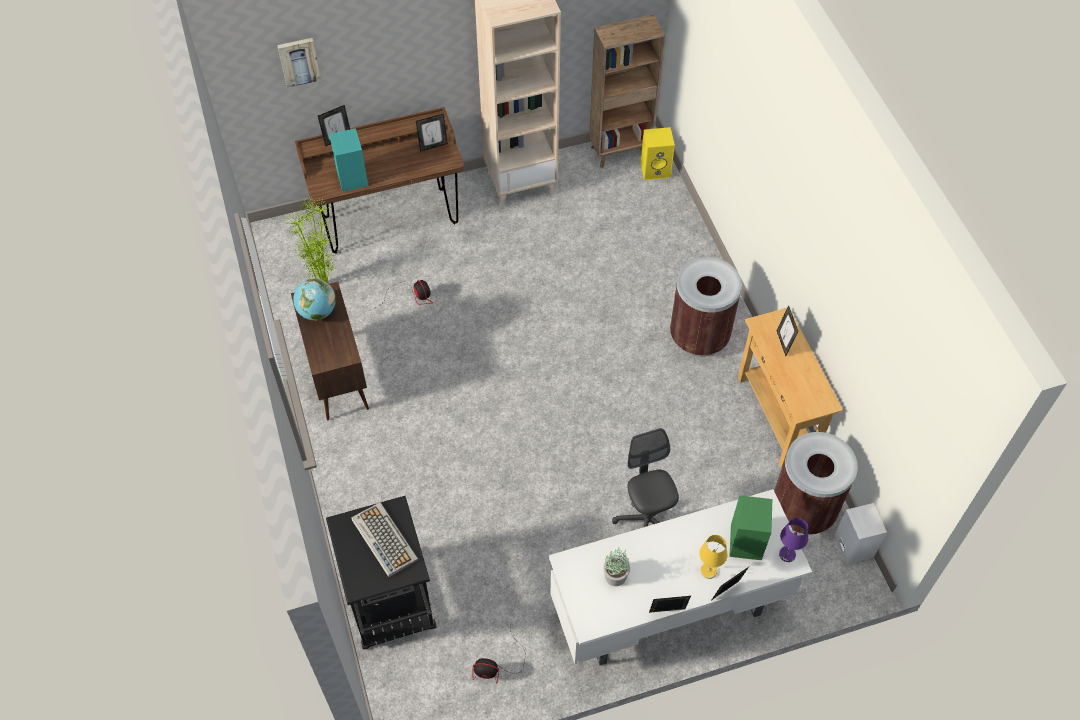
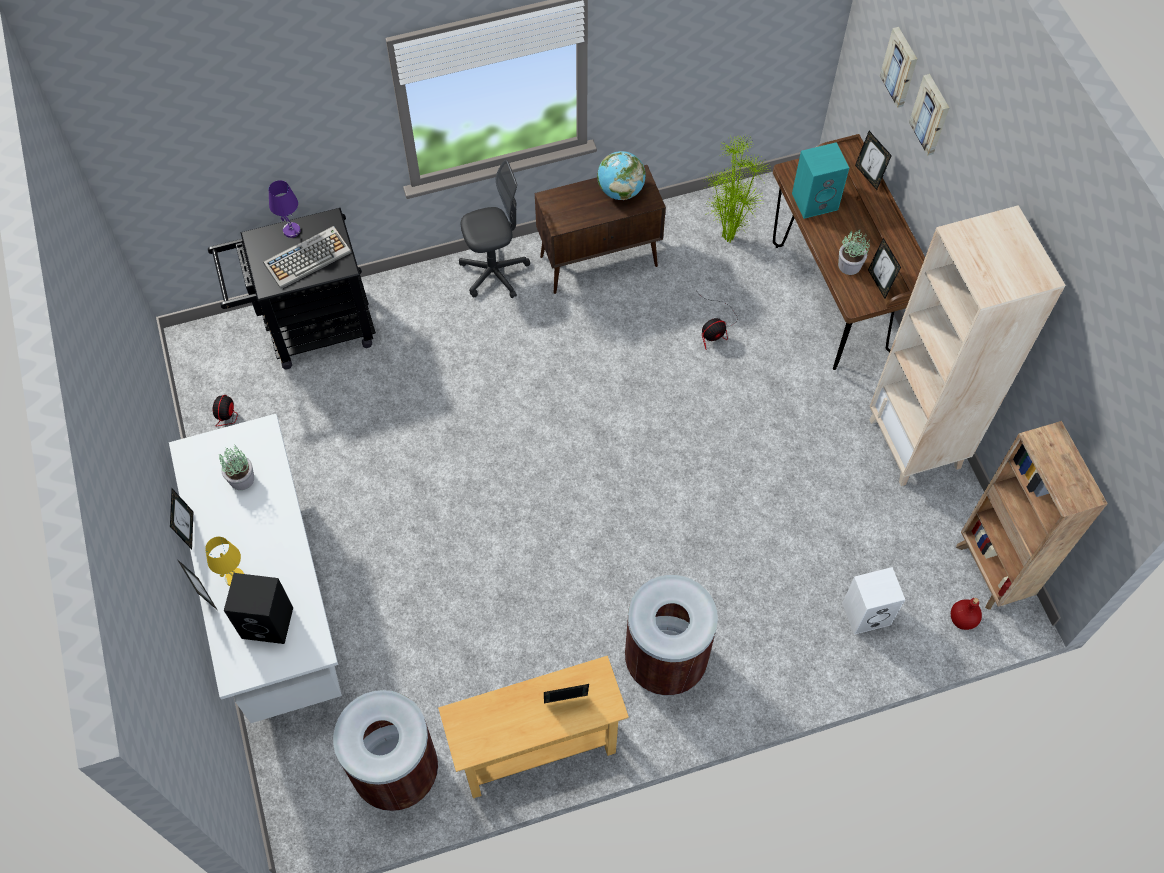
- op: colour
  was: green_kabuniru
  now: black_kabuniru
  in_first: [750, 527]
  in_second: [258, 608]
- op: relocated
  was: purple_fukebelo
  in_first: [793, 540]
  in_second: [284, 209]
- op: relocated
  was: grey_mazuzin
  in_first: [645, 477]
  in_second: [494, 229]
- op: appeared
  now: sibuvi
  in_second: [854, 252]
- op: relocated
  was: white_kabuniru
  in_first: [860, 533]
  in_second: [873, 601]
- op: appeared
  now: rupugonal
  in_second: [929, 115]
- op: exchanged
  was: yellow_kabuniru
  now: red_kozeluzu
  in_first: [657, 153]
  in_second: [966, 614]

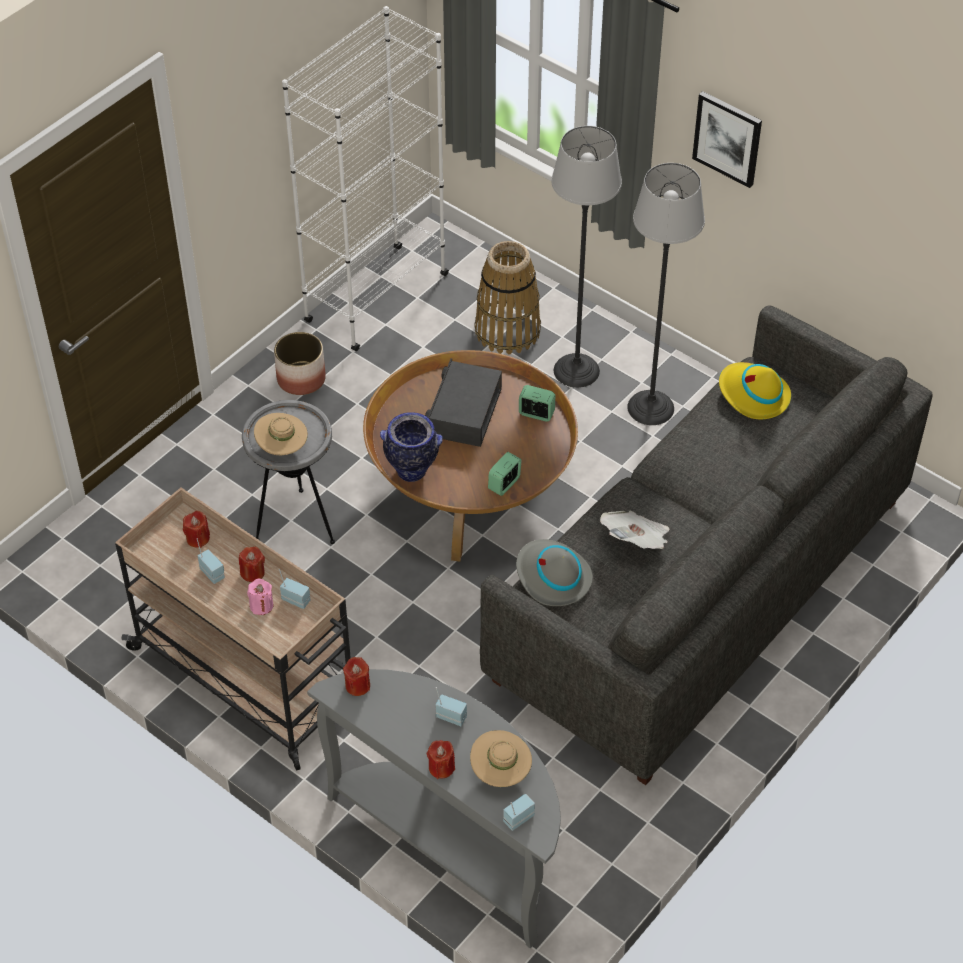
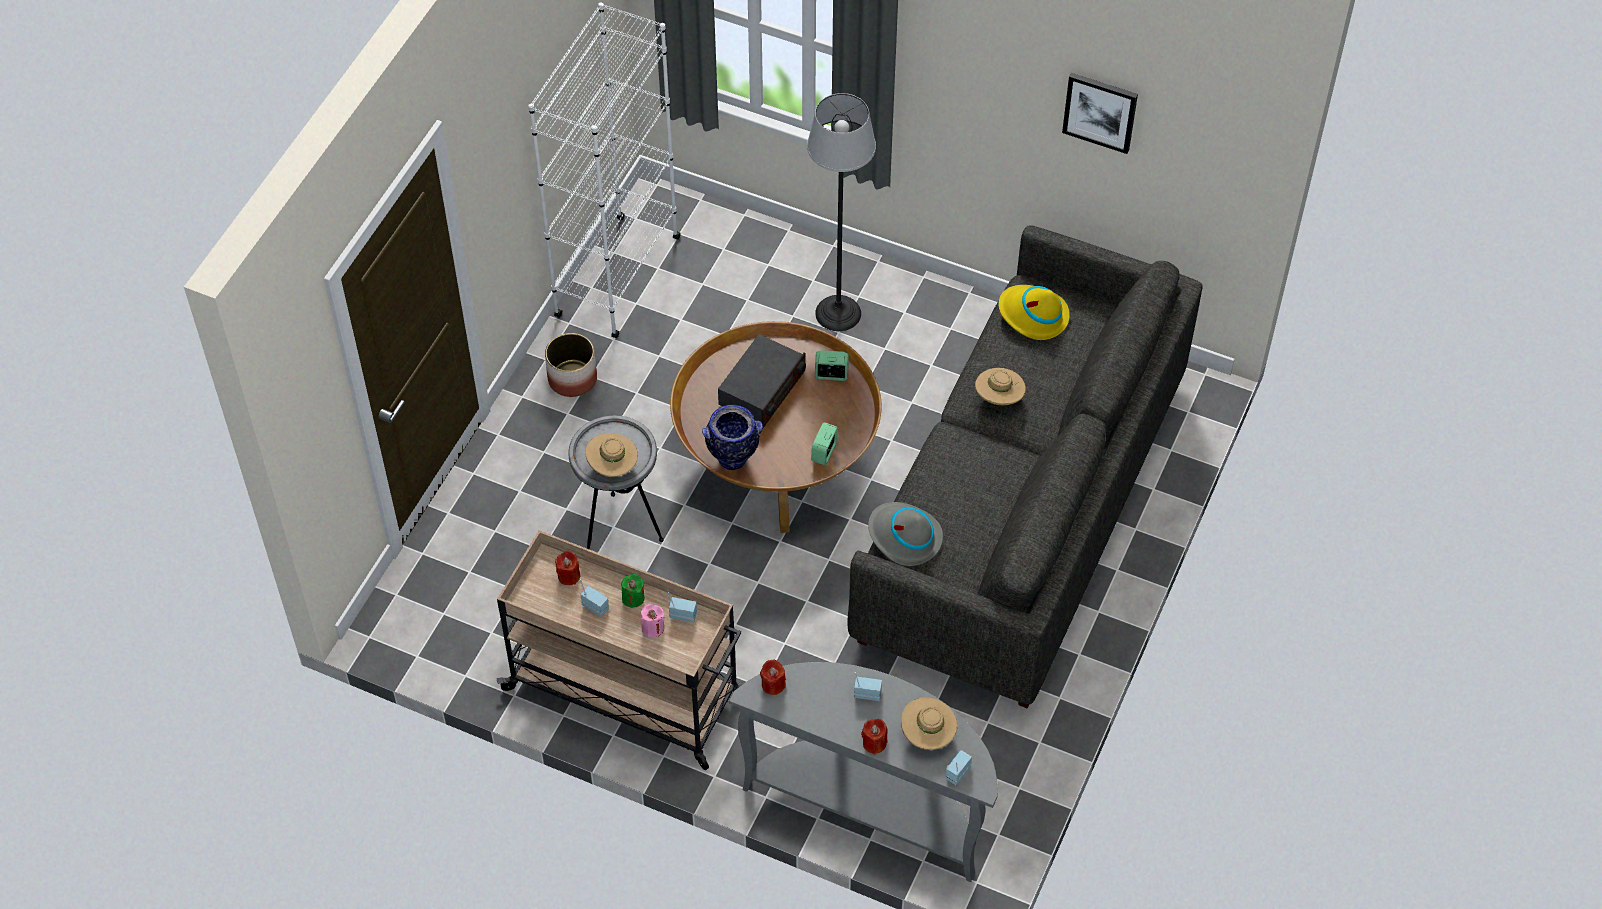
- op: colour
  was: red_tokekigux
  now: green_tokekigux
  in_first: [252, 564]
  in_second: [633, 591]
- op: spun
  was: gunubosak
  in_first: [463, 402]
  in_second: [762, 381]
  clockwise: -150
- op: appeared
  now: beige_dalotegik
  in_second: [1000, 386]
- op: relocated
  was: rupugonal
  in_first: [727, 139]
  in_second: [1100, 113]
- op: missing
  was: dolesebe
  in_first: [508, 298]
- op: missing
  was: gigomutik
  in_first: [635, 530]
- op: missing
  was: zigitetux
  in_first: [666, 294]

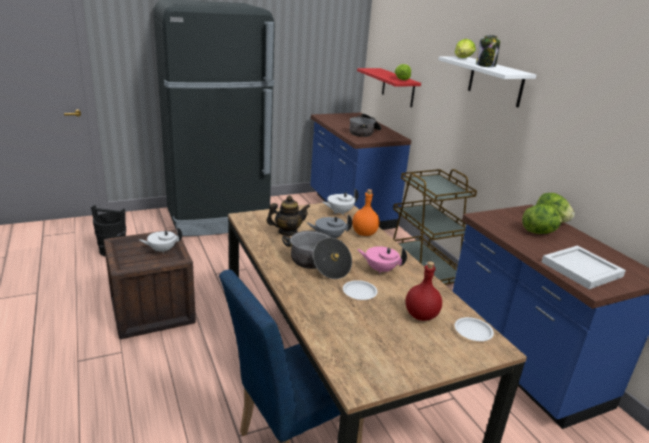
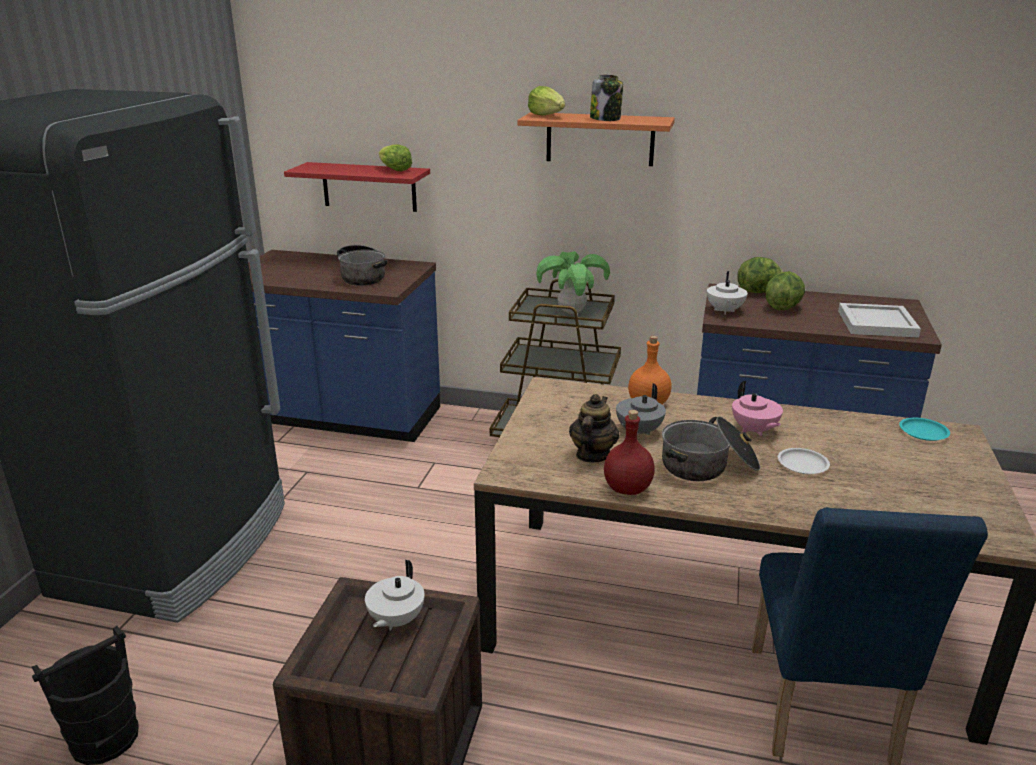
- op: colour
  was: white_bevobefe
  now: orange_bevobefe
  in_first: [487, 82]
  in_second: [596, 139]
- op: appeared
  now: sibuvi
  in_second: [573, 282]
- op: relocated
  was: red_kozeluzu
  in_first: [423, 291]
  in_second: [629, 452]
- op: relocated
  was: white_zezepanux
  in_first: [340, 202]
  in_second: [727, 293]
- op: spun
  was: pink_zezepanux
  in_first: [382, 260]
  in_second: [757, 408]
  clockwise: -75
- op: colour
  was: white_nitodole
  now: turquoise_nitodole
  in_first: [474, 329]
  in_second: [924, 429]

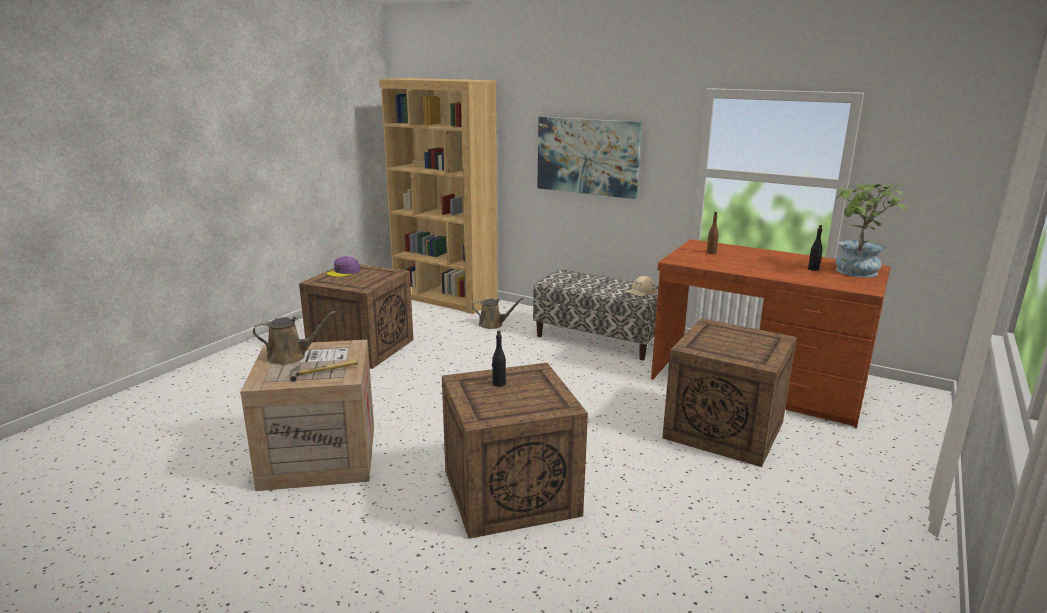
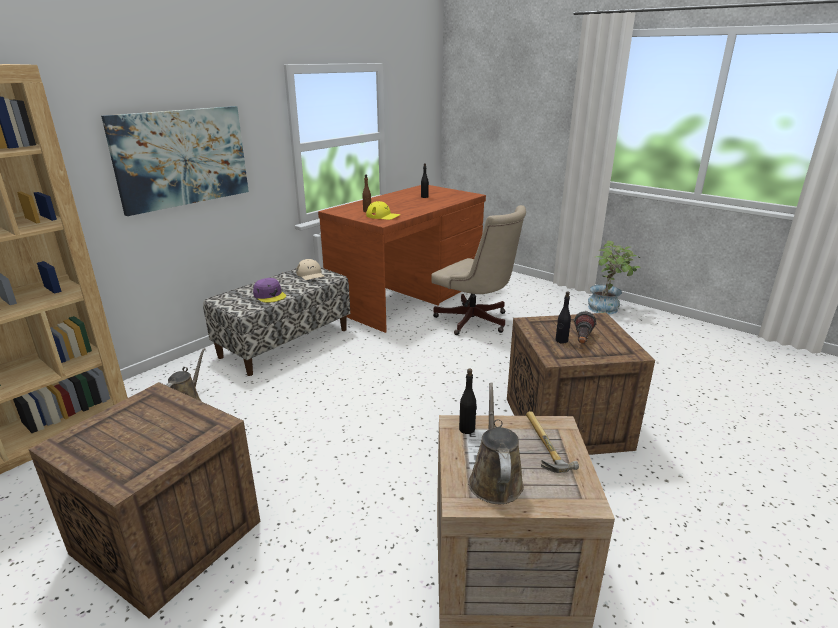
- op: relocated
  was: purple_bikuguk
  in_first: [343, 266]
  in_second: [269, 290]
- op: appeared
  now: yellow_bikuguk
  in_second: [383, 210]
- op: exchanged
  was: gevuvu
  now: beige_mazuzin
  in_first: [729, 392]
  in_second: [478, 270]
- op: appeared
  now: black_kozeluzu
  in_second: [468, 401]
- op: appeared
  now: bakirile
  in_second: [585, 327]
- op: relocated
  was: sibuvi
  in_first: [870, 230]
  in_second: [614, 277]

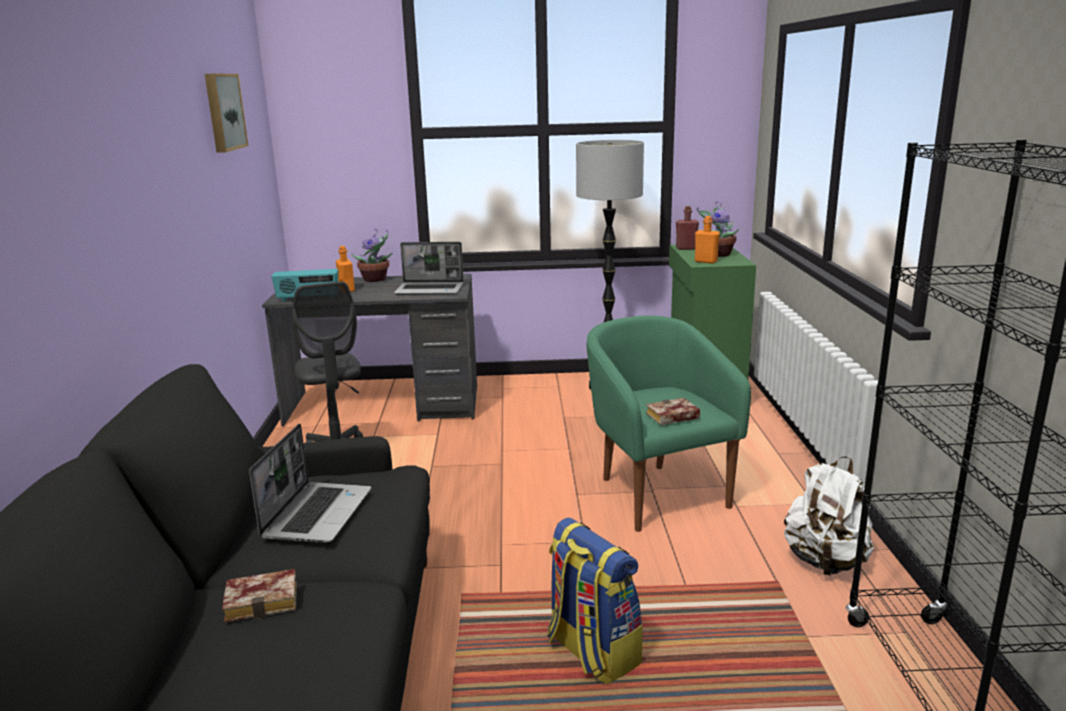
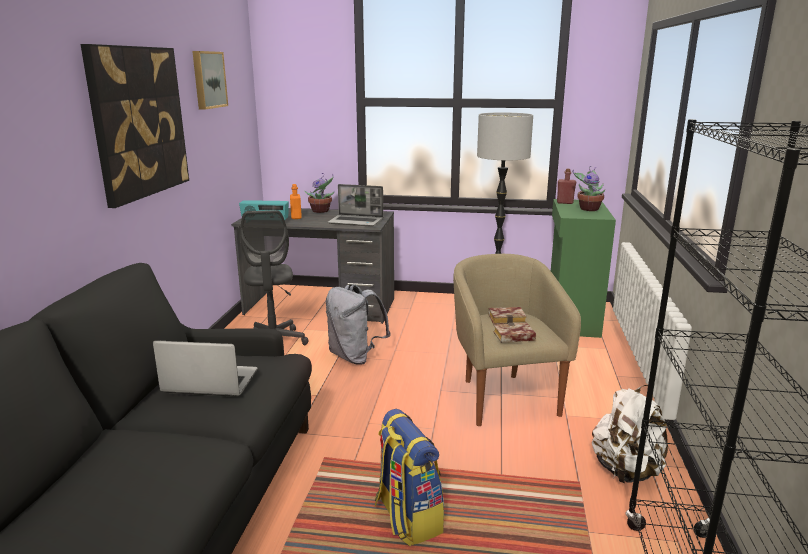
- op: appeared
  now: rupugonal
  in_second: [135, 126]
- op: spun
  was: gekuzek
  in_first: [310, 483]
  in_second: [205, 368]
  clockwise: -105
- op: appeared
  now: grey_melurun
  in_second: [358, 324]
- op: colour
  was: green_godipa
  now: beige_godipa
  in_first: [669, 423]
  in_second: [517, 340]
- op: relocated
  was: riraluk
  in_first: [259, 596]
  in_second: [507, 315]
- op: missing
  was: orange_kozeluzu
  in_first: [707, 240]

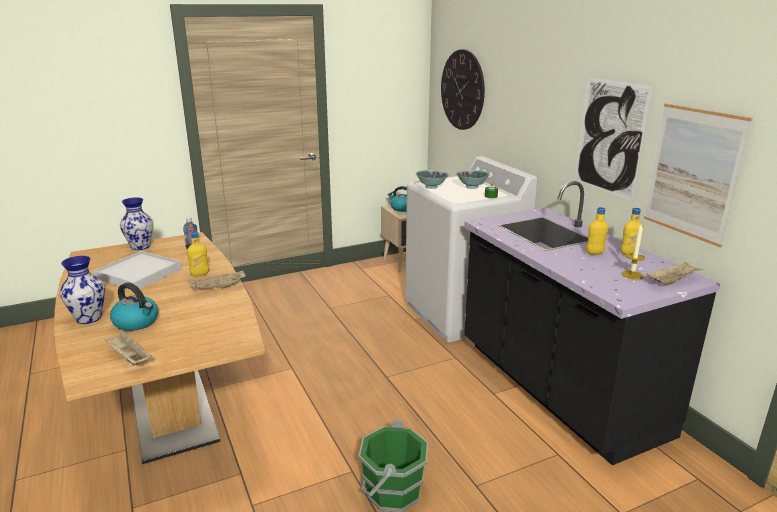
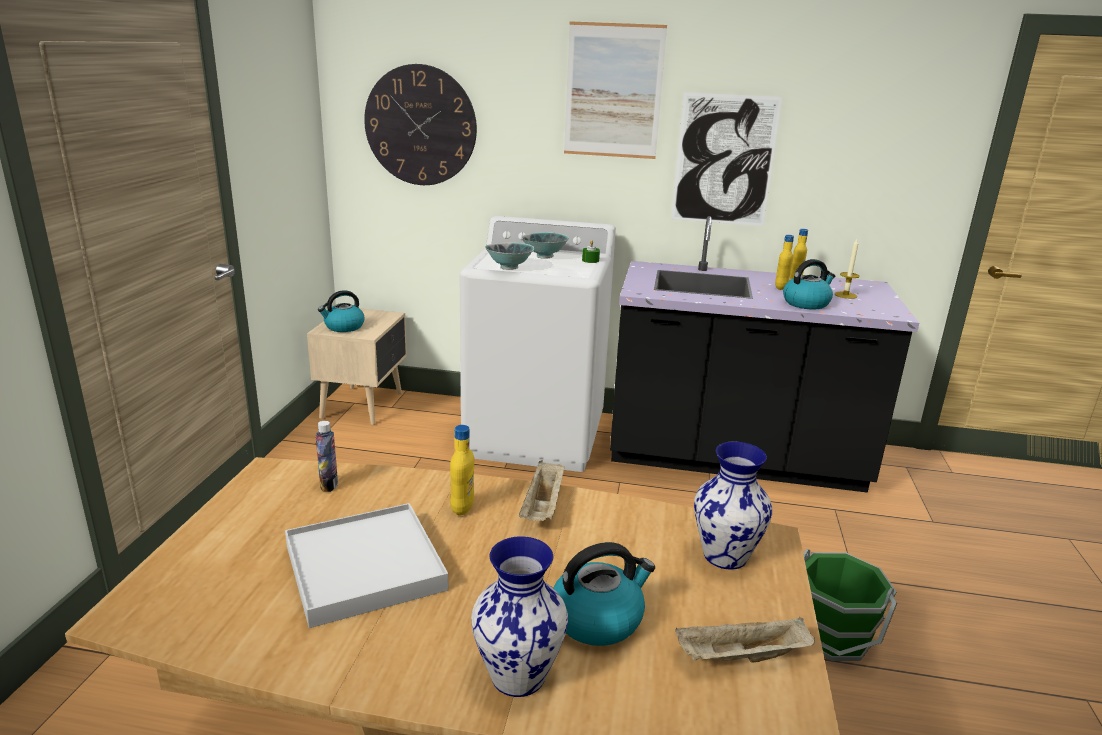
- op: relocated
  was: rupugonal
  in_first: [698, 175]
  in_second: [615, 90]
- op: relocated
  was: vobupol
  in_first: [137, 223]
  in_second: [733, 506]
- op: appeared
  now: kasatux
  in_second: [809, 284]
- op: missing
  was: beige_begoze
  in_first: [674, 273]

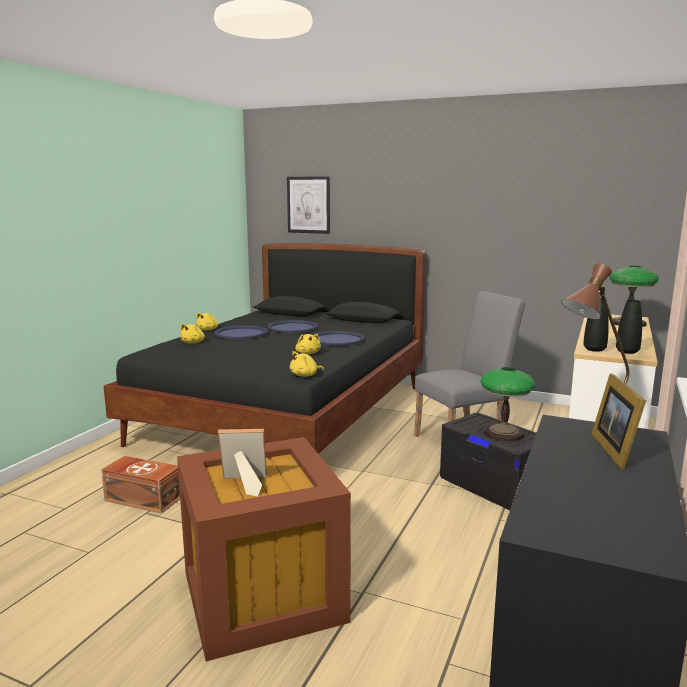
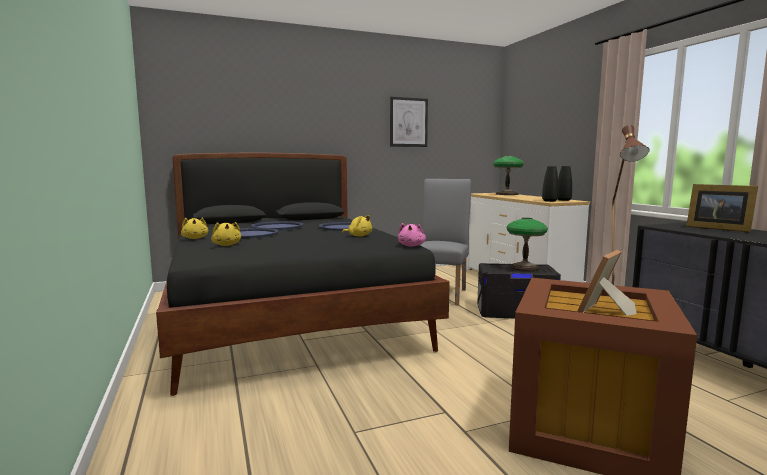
- op: relocated
  was: rupugonal
  in_first: [308, 205]
  in_second: [409, 122]
- op: colour
  was: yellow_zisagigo
  now: pink_zisagigo
  in_first: [307, 364]
  in_second: [412, 235]
- op: missing
  was: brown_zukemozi
  in_first: [140, 485]

